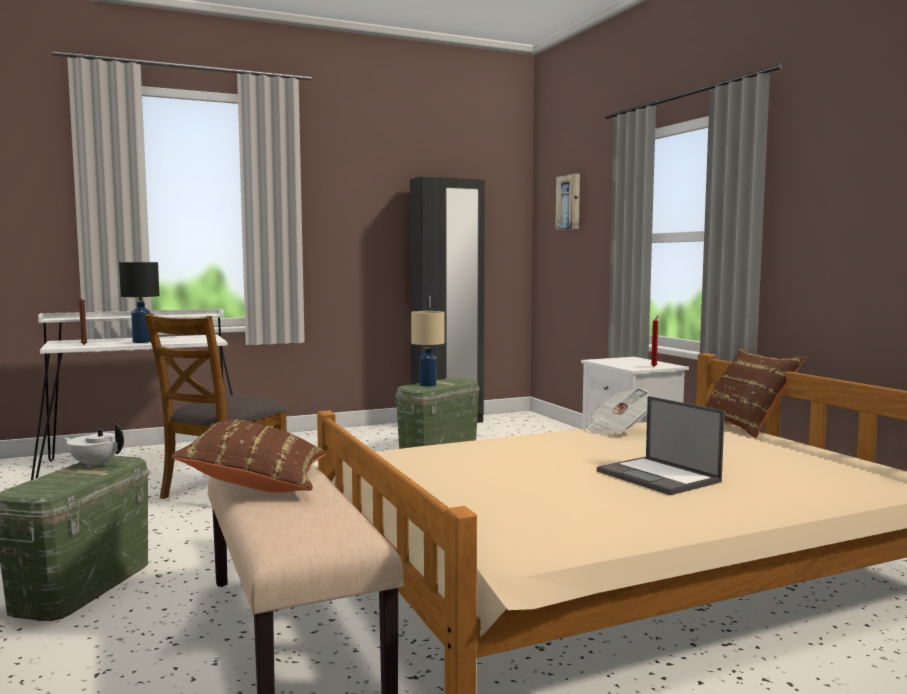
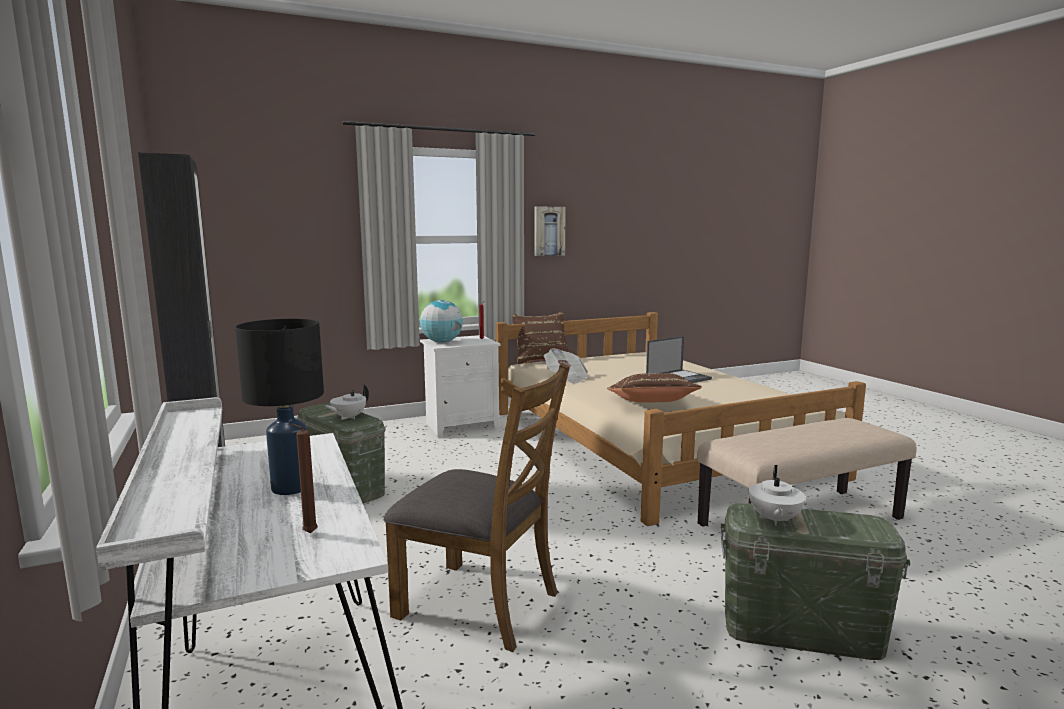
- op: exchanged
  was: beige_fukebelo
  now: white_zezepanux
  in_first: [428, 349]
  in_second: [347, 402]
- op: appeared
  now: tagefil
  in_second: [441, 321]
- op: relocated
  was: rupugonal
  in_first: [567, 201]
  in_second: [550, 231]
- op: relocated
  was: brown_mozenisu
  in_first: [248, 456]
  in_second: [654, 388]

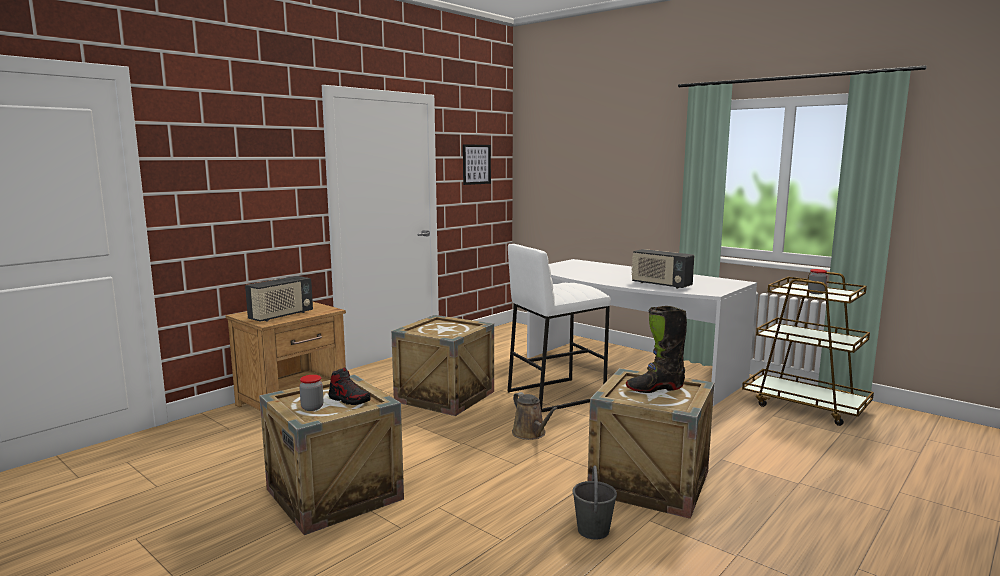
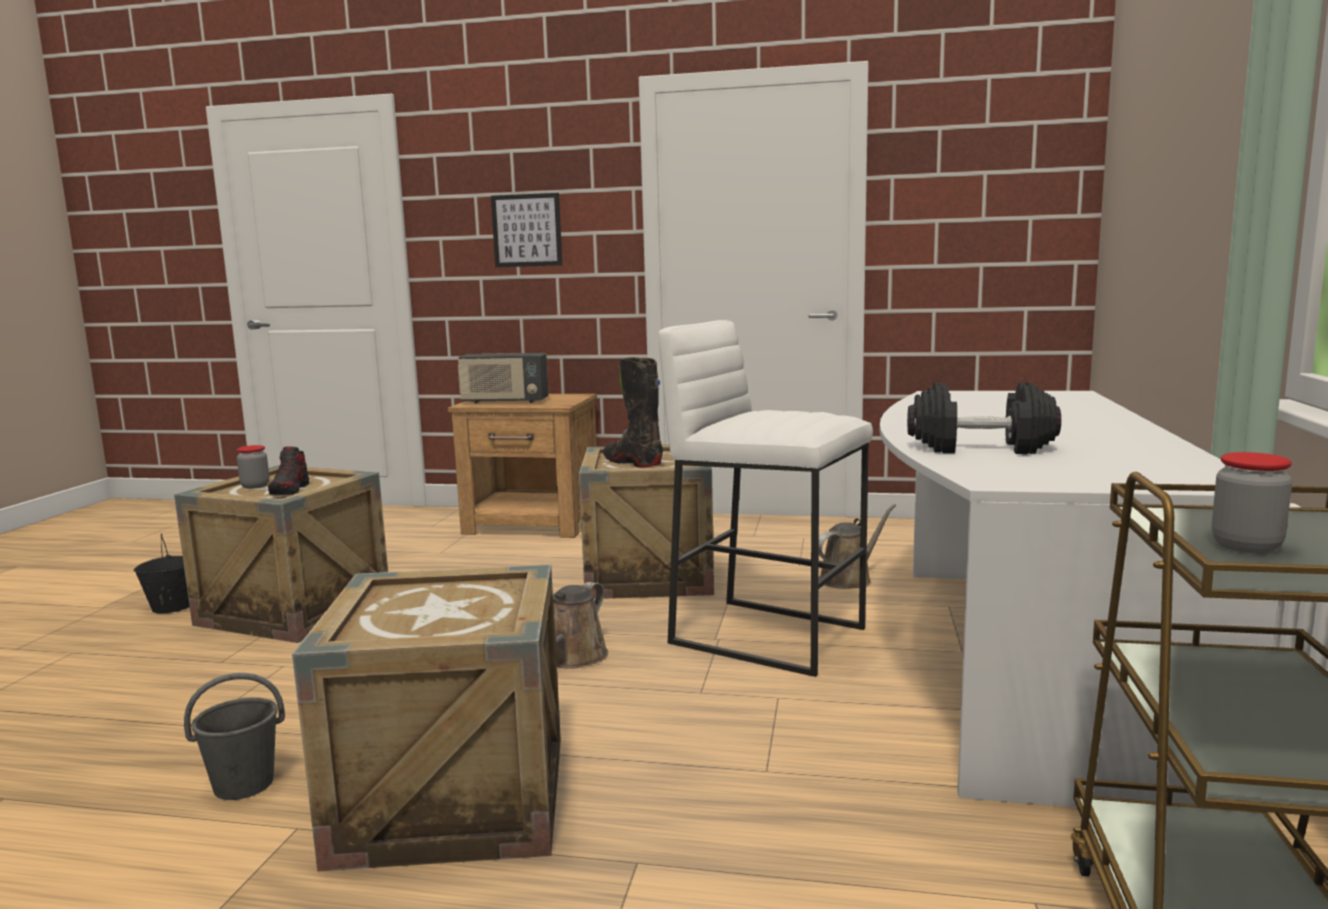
- op: appeared
  now: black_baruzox
  in_second: [161, 573]
- op: relocated
  was: rupugonal
  in_first: [477, 164]
  in_second: [526, 230]
- op: relocated
  was: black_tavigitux
  in_first: [656, 349]
  in_second: [633, 412]
- op: appeared
  now: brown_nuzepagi
  in_second: [857, 546]
- op: exchanged
  was: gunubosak
  now: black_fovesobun
  in_first: [662, 269]
  in_second: [984, 418]

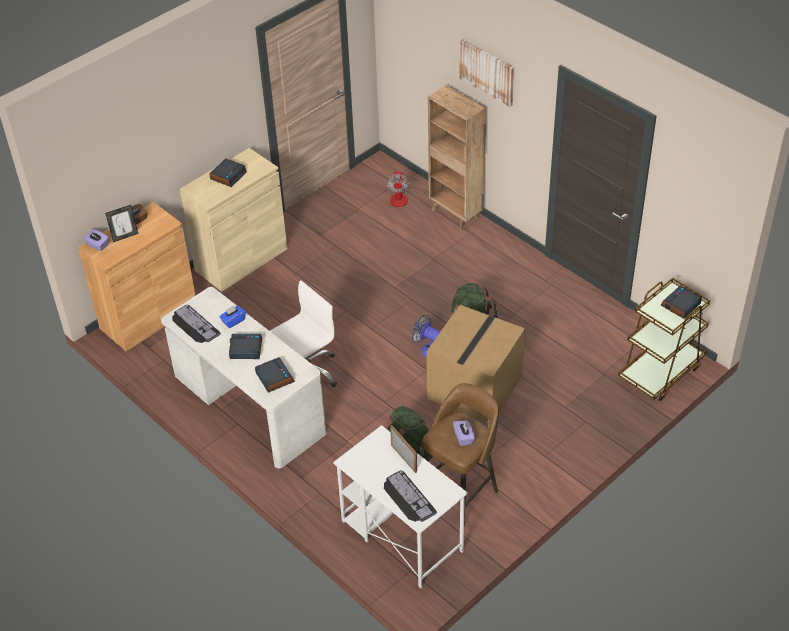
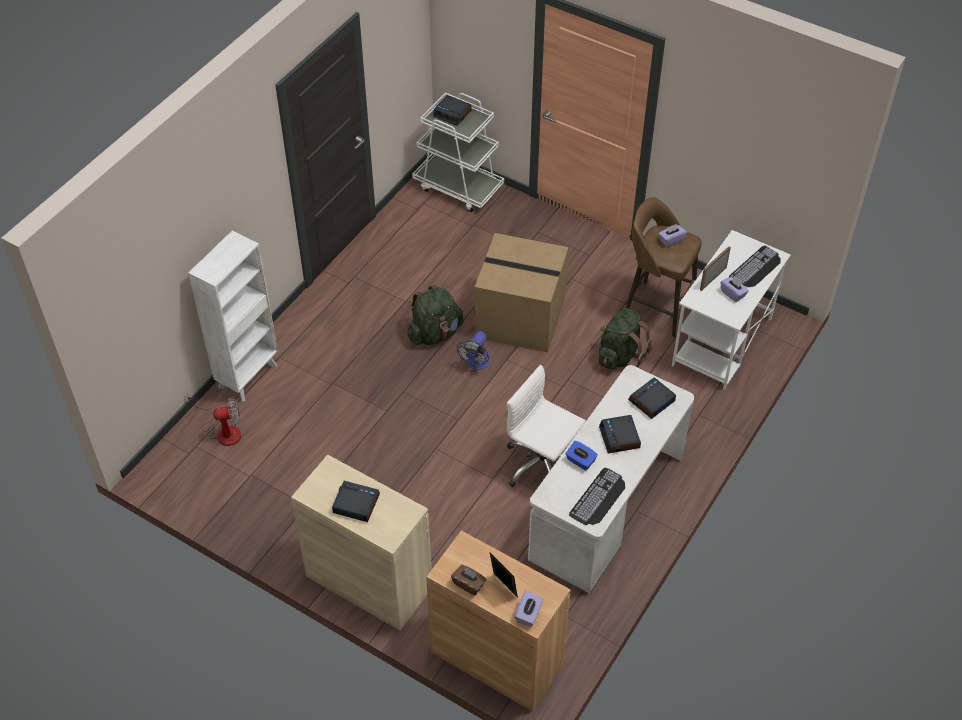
- op: colour
  was: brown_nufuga
  now: white_nufuga
  in_first: [457, 158]
  in_second: [233, 316]
- op: colour
  was: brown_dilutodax
  now: white_dilutodax
  in_first: [664, 339]
  in_second: [458, 152]
- op: appeared
  now: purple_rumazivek
  in_second: [734, 289]
- op: missing
  was: rupugonal
  in_first: [486, 73]

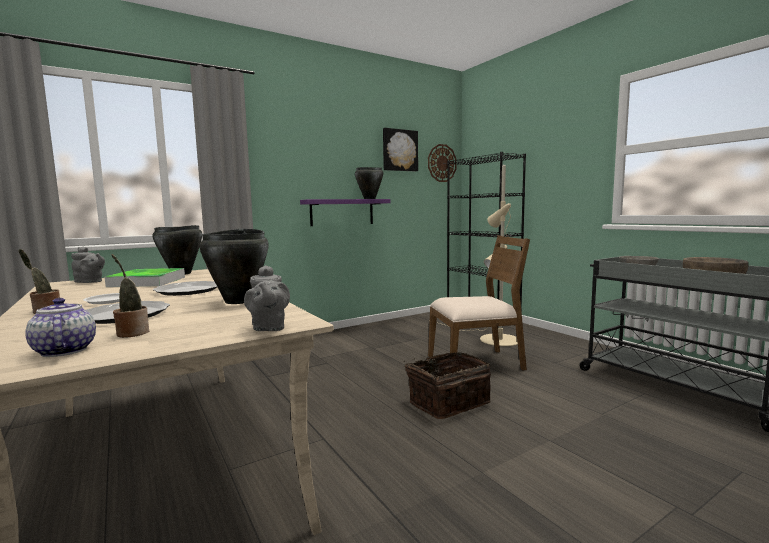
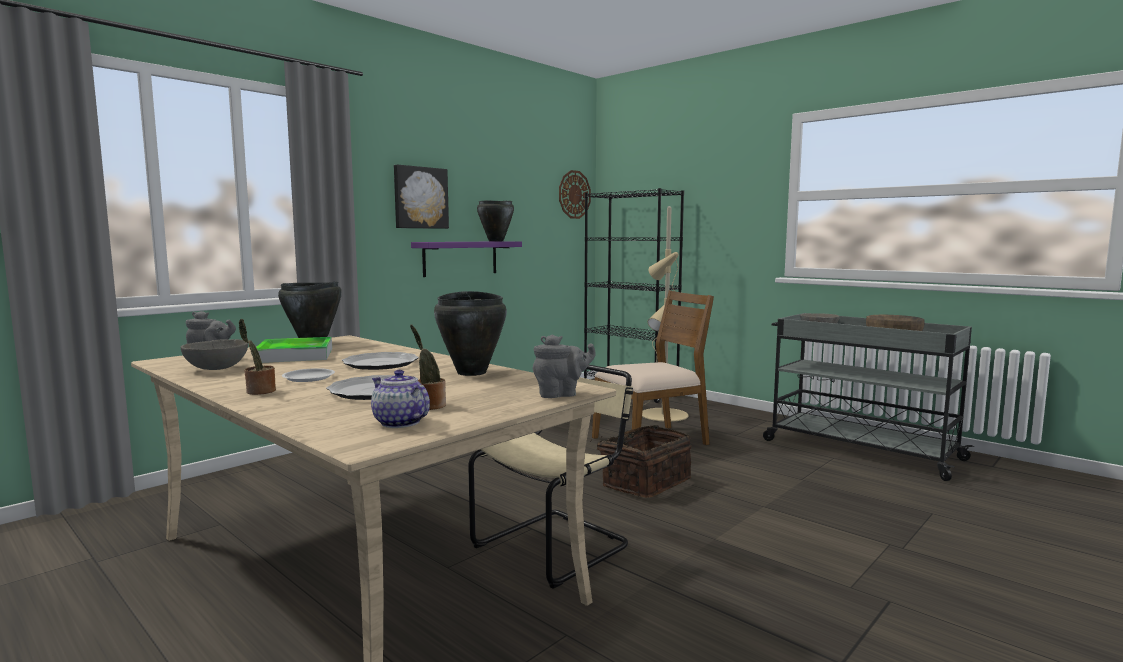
- op: appeared
  now: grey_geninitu
  in_second: [214, 354]
- op: relocated
  was: rupugonal
  in_first: [400, 150]
  in_second: [421, 197]
- op: appeared
  now: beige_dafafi
  in_second: [550, 477]
- op: spun
  was: grey_zezepanux
  in_first: [267, 298]
  in_second: [564, 366]
  clockwise: -75

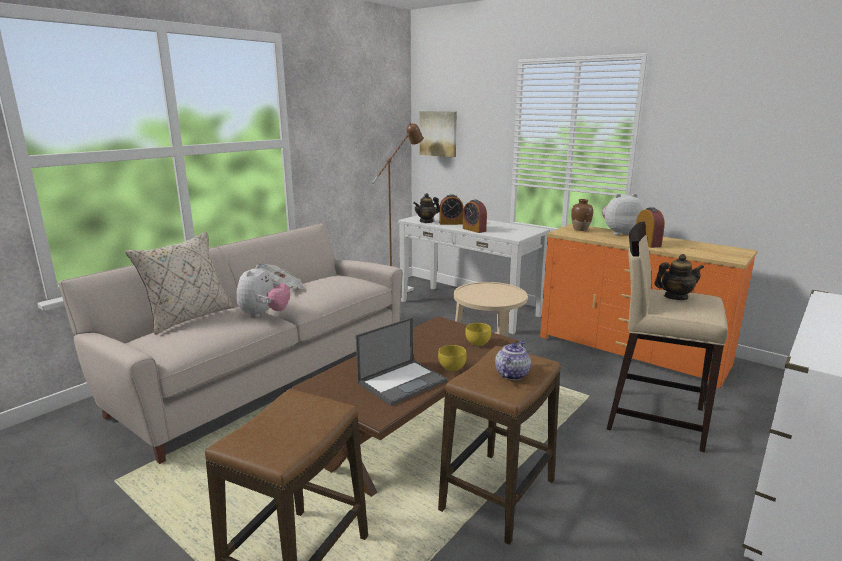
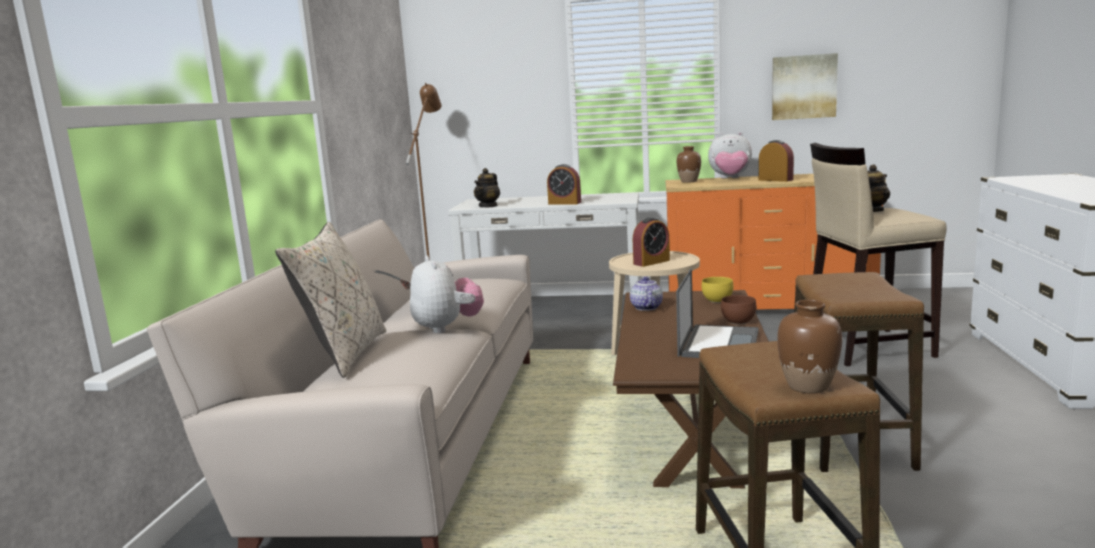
- op: relocated
  was: zezepanux
  in_first: [513, 360]
  in_second: [646, 294]
- op: relocated
  was: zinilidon
  in_first: [451, 209]
  in_second: [651, 242]
- op: spun
  was: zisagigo
  in_first: [623, 214]
  in_second: [730, 155]
  clockwise: -135
- op: colour
  was: yellow_geninitu
  now: brown_geninitu
  in_first: [452, 358]
  in_second: [738, 310]
- op: relocated
  was: rupugonal
  in_first: [438, 134]
  in_second: [805, 86]
- op: appeared
  now: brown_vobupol
  in_second: [809, 346]

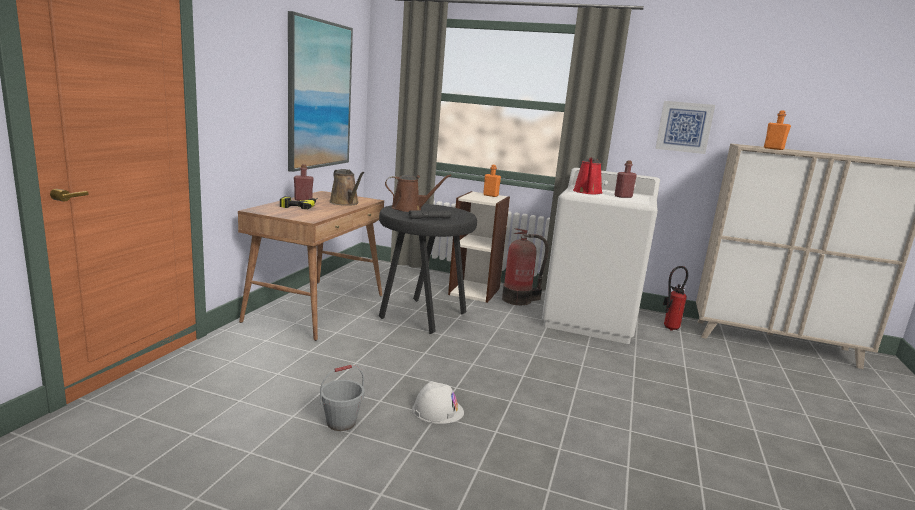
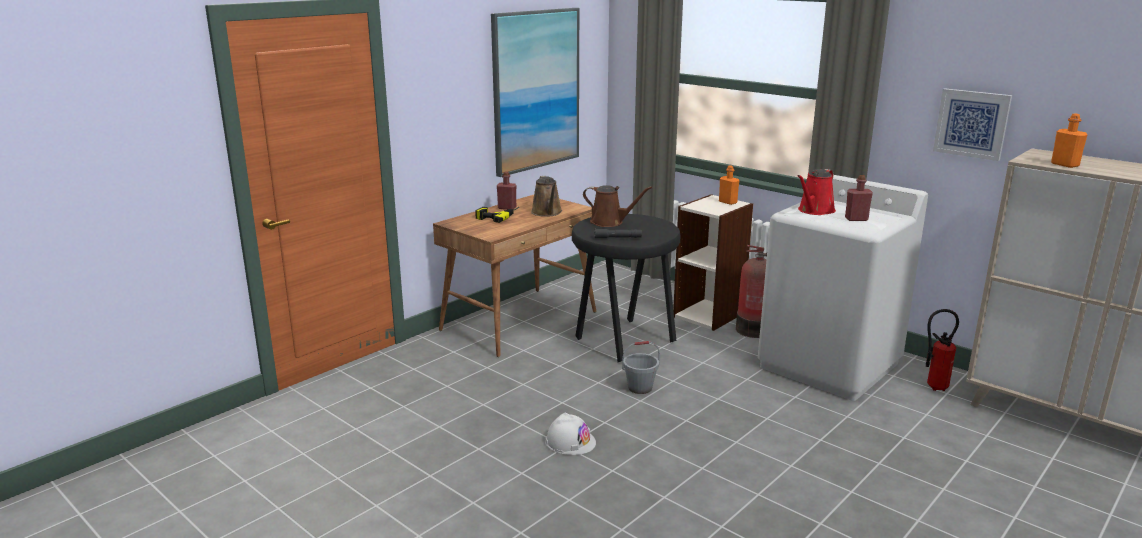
- op: relocated
  was: grey_baruzox
  in_first: [342, 398]
  in_second: [641, 367]

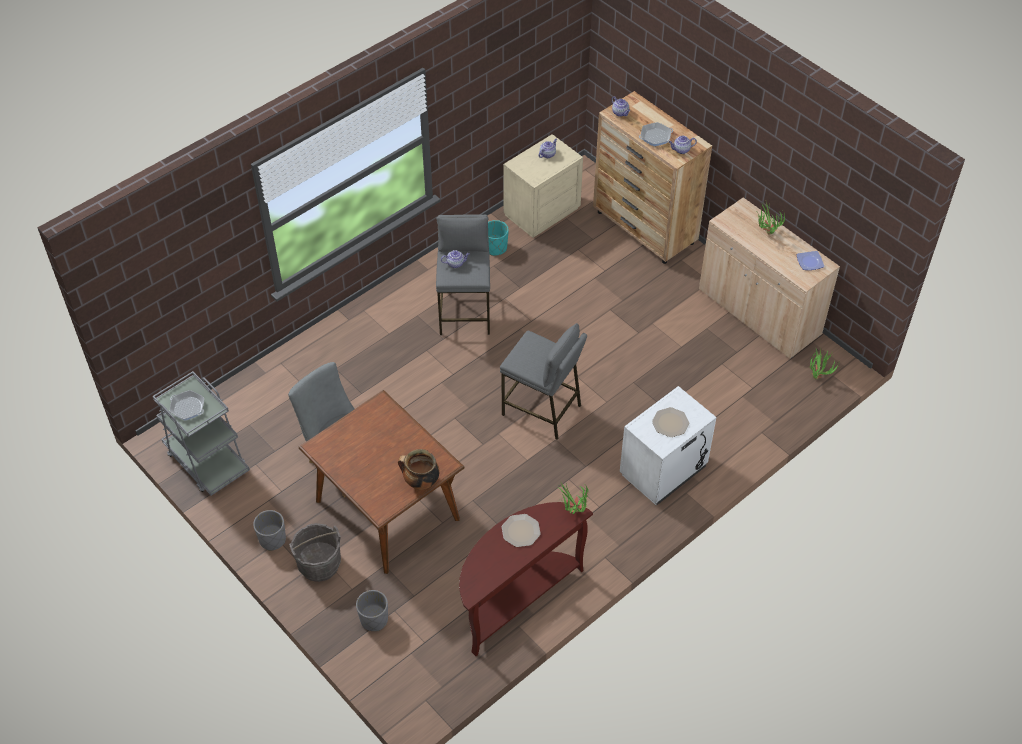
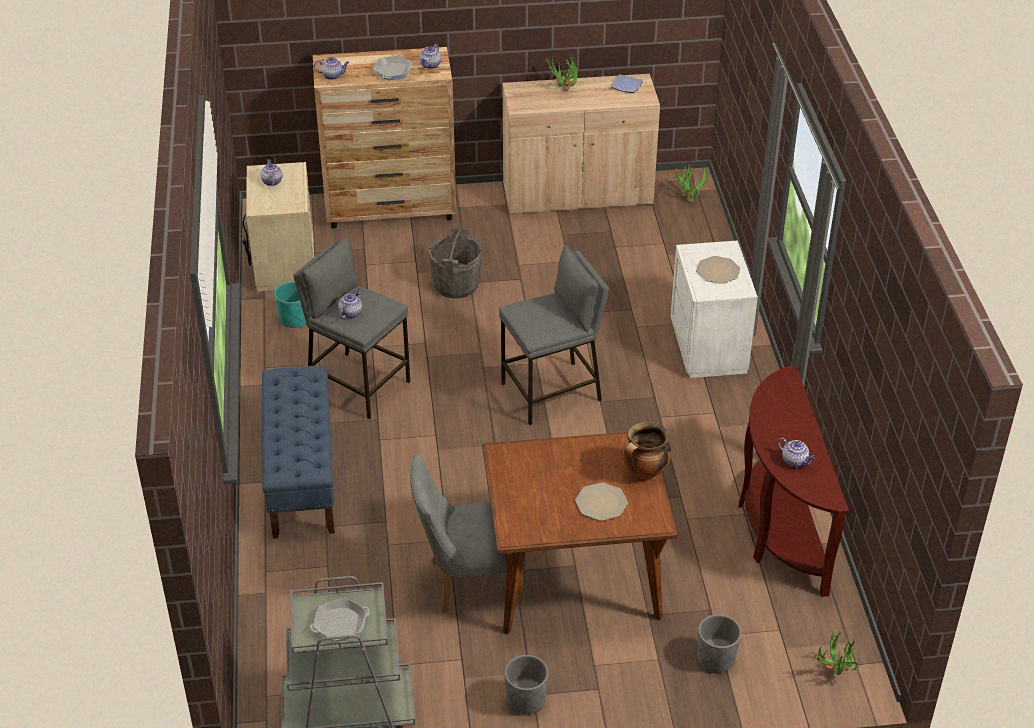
- op: appeared
  now: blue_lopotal
  in_second: [298, 452]
- op: relocated
  was: grey_baruzox
  in_first: [315, 552]
  in_second: [455, 263]
- op: relocated
  was: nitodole
  in_first: [521, 530]
  in_second: [601, 501]
- op: appeared
  now: zezepanux
  in_second: [796, 452]
- op: relocated
  was: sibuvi
  in_first: [573, 498]
  in_second: [839, 653]

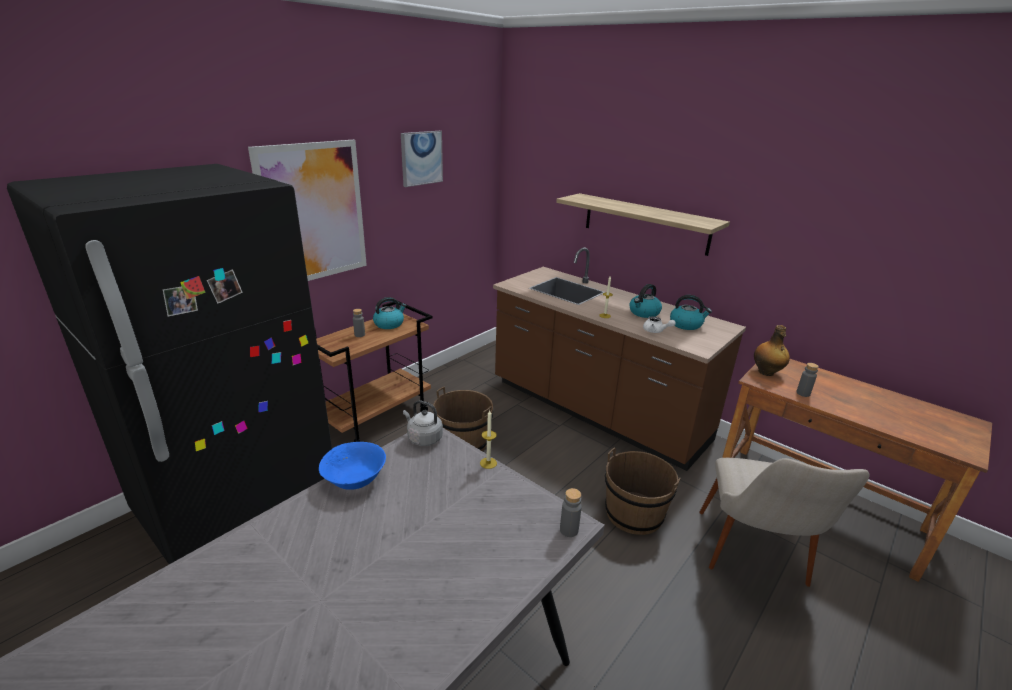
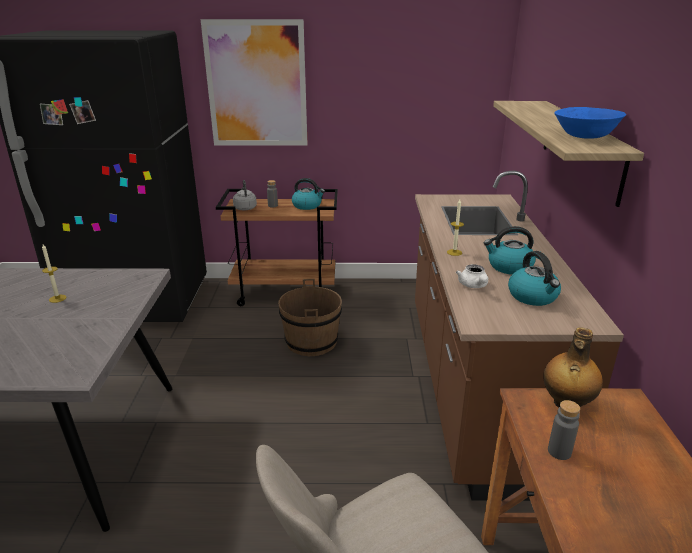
- op: relocated
  was: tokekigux
  in_first: [488, 439]
  in_second: [54, 273]
- op: relocated
  was: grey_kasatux
  in_first: [423, 423]
  in_second: [245, 195]
- op: relocated
  was: blue_geninitu
  in_first: [352, 466]
  in_second: [590, 122]
- op: missing
  was: rupugonal
  in_first: [422, 159]
- op: missing
  was: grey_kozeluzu
  in_first: [571, 512]
- op: missing
  was: brown_baruzox
  in_first: [643, 491]

